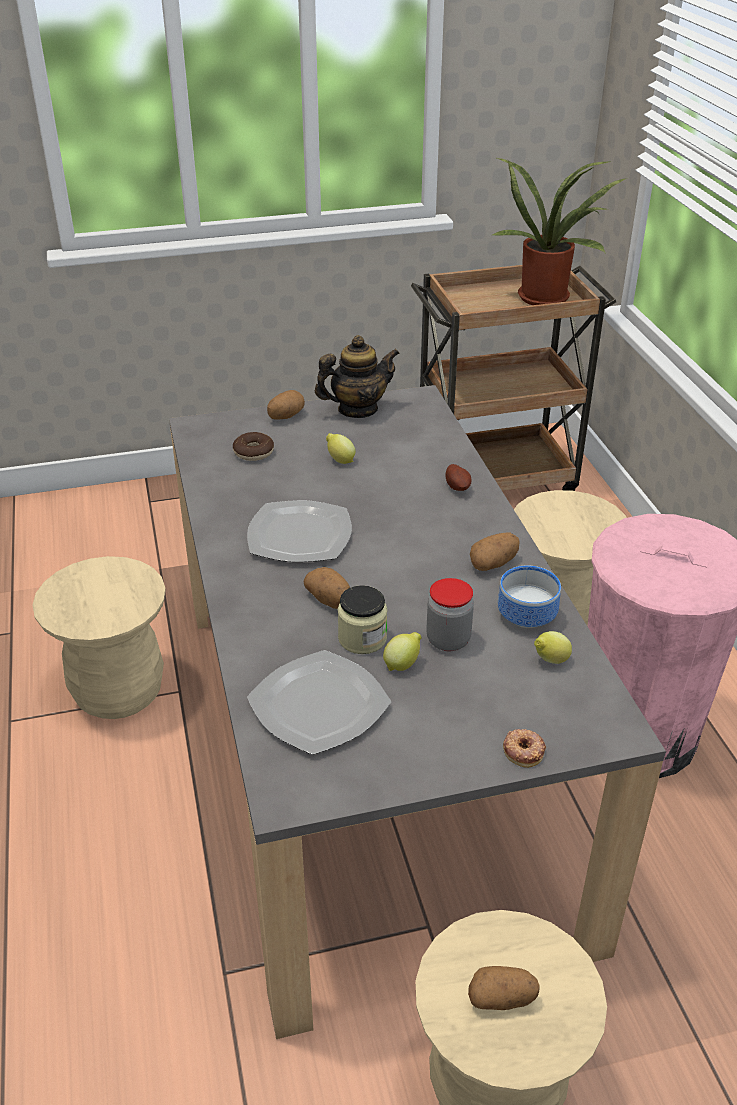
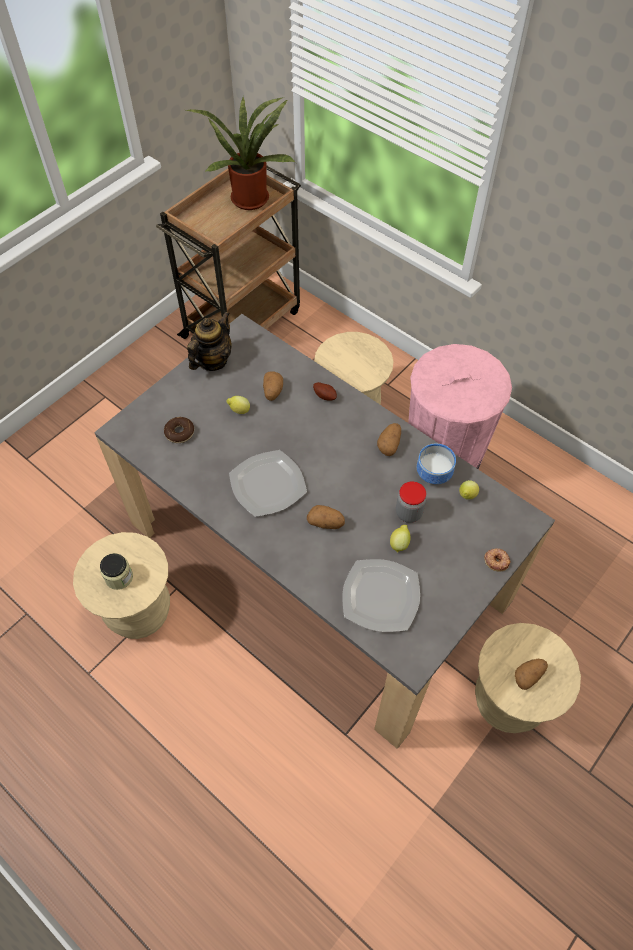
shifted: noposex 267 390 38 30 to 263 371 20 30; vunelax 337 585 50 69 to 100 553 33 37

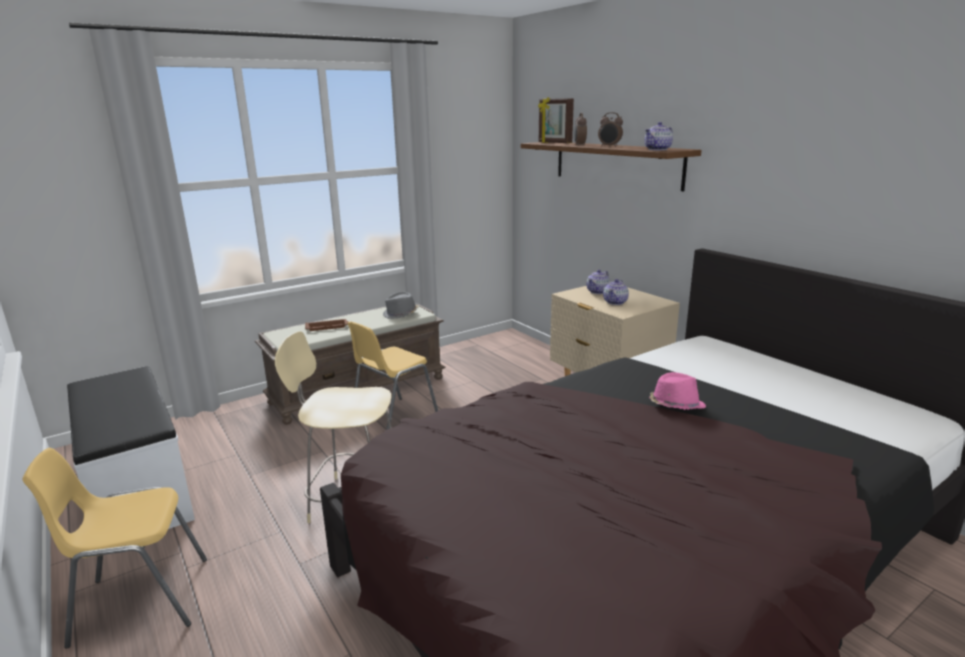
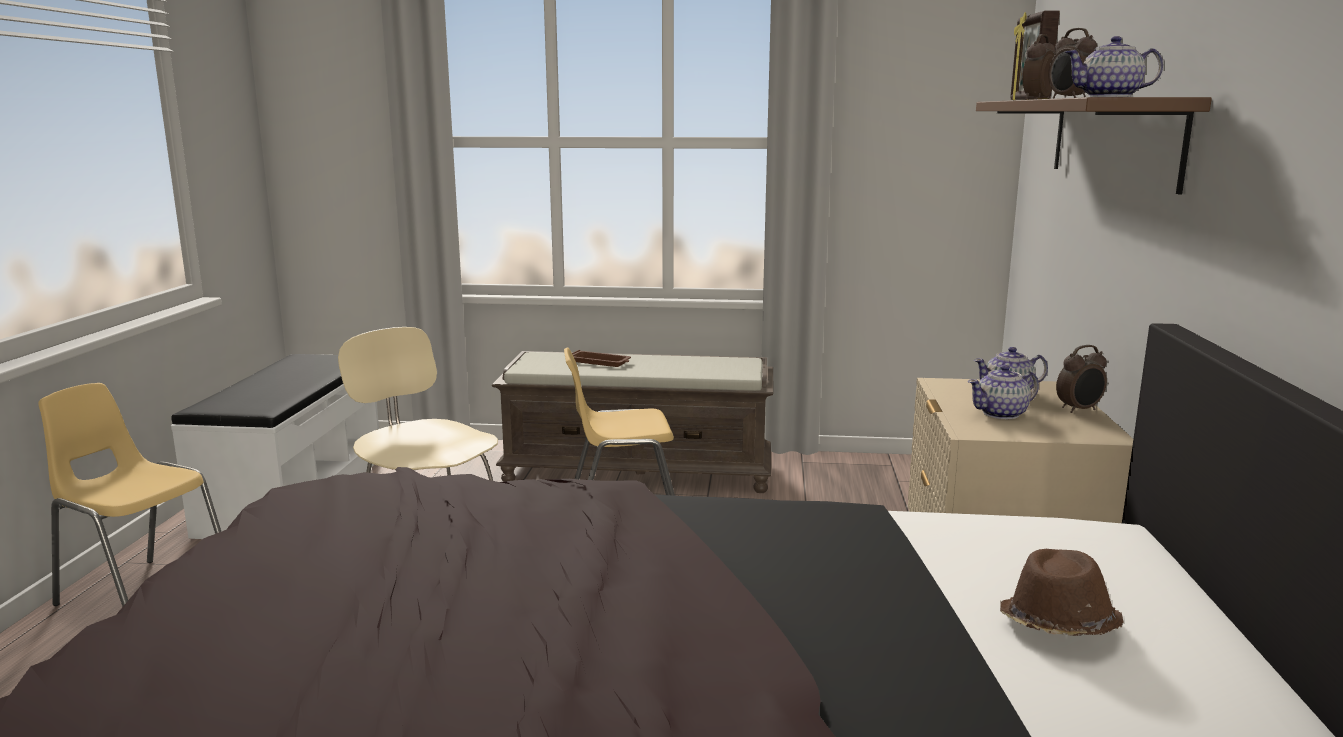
gone: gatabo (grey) 383 292 36 27; gatabo (pink) 649 372 57 38
new: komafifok 1056 345 51 68; gatabo (brown) 1000 549 123 87

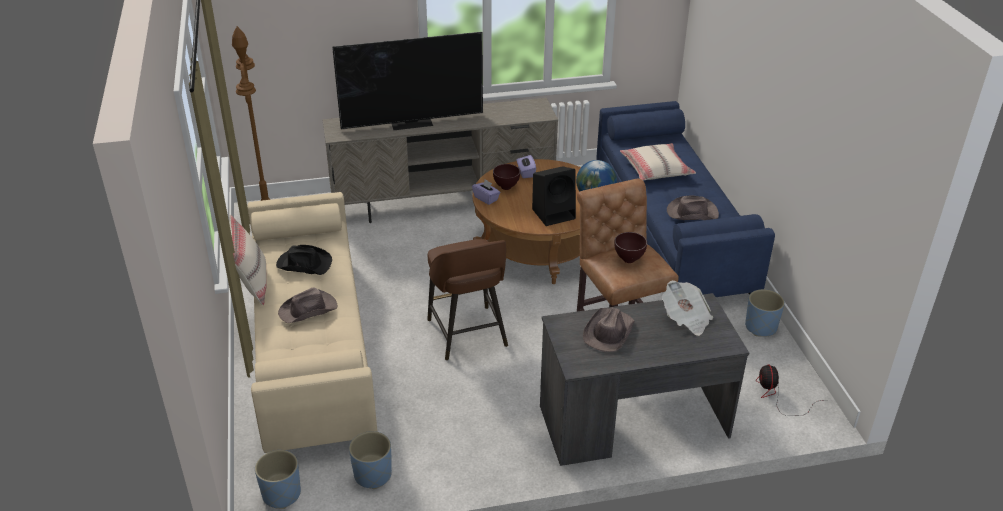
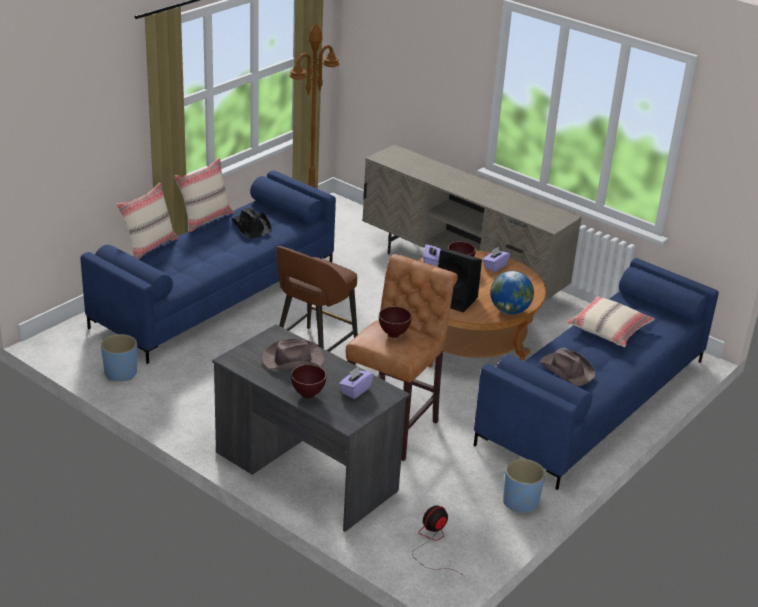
gone: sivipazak 332 32 151 98; gatabo (brown) 278 287 59 36; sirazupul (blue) 255 450 46 59
new: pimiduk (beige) 116 183 62 76; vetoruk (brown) 291 365 35 33
swapped: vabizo 662 280 51 56 to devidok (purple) 339 366 35 33
repainted: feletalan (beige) 247 192 130 261 to feletalan (blue) 80 170 256 194

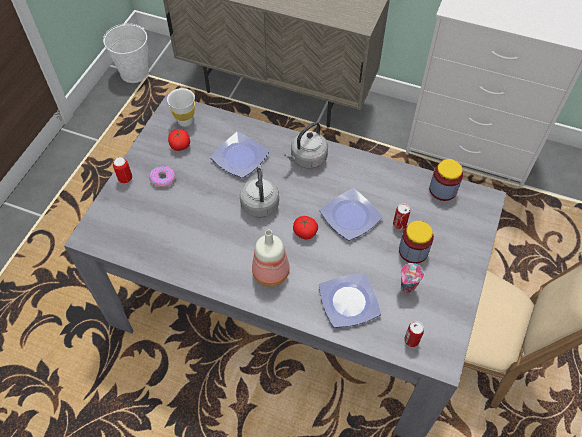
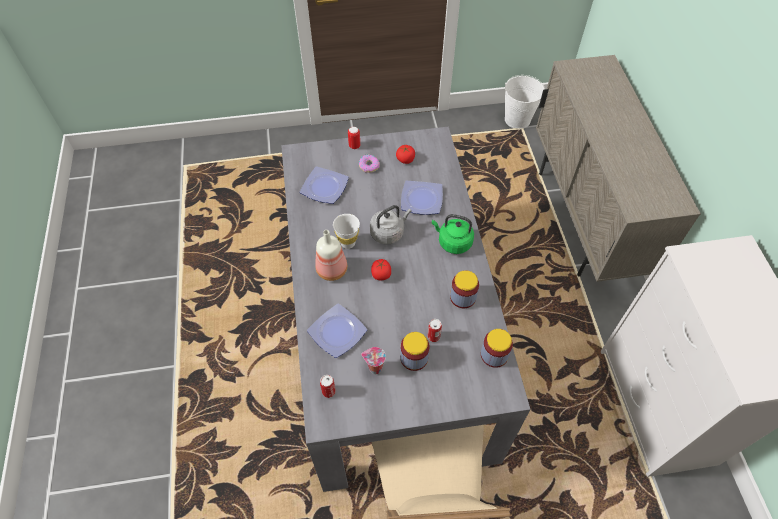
new: vunelax 450 270 29 38
shifted: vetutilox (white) 167 88 28 39 to 333 214 27 35; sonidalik 320 188 63 53 to 300 166 49 38
repainted: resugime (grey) 284 122 44 47 to resugime (green) 432 214 42 40

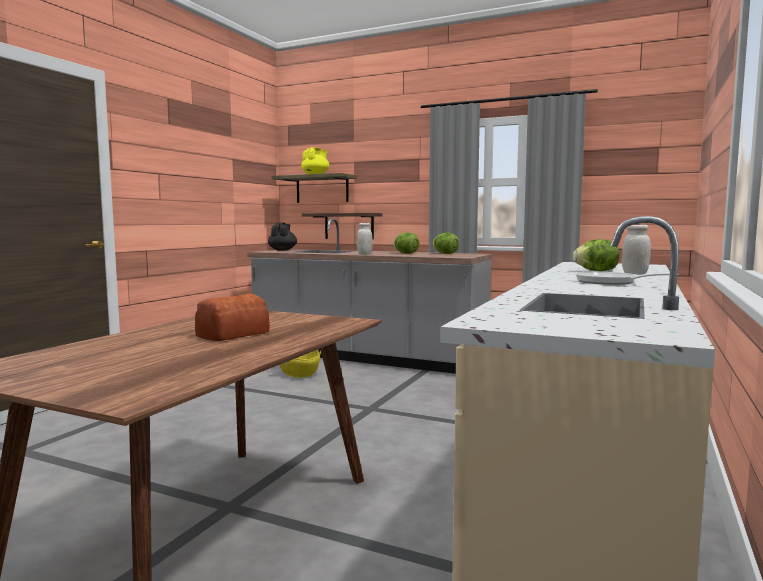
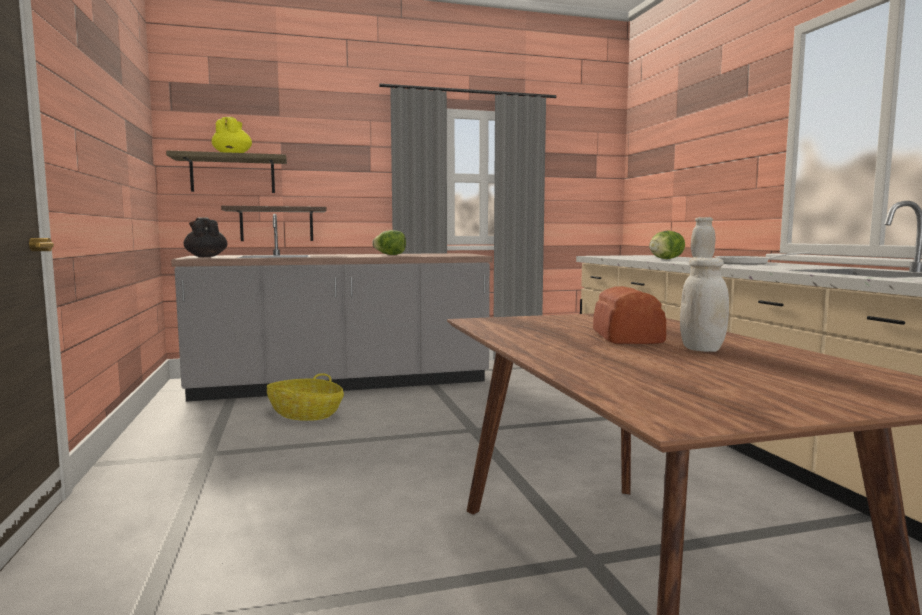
gone: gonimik 432 232 27 22
shifted: vunelax (white) 357 223 16 32 to 680 257 49 95

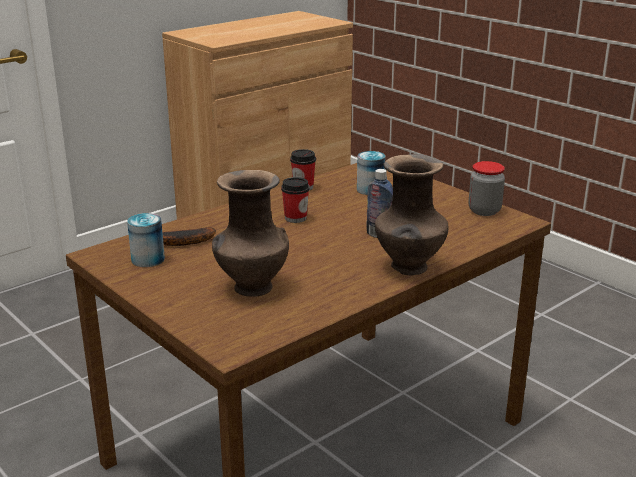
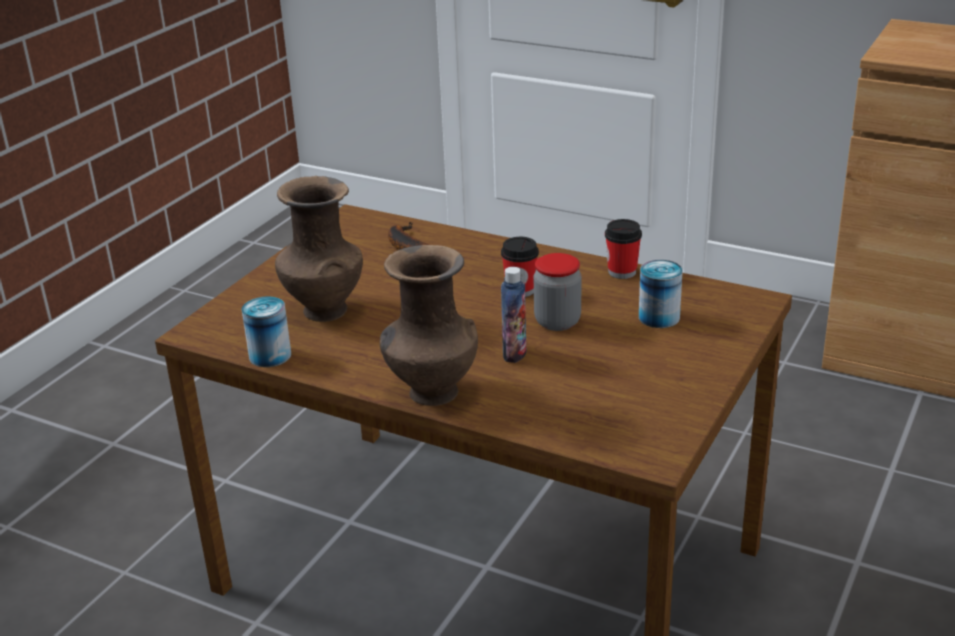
shifted: vunelax 469 161 36 55 to 534 253 48 78; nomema 127 213 38 54 to 241 297 50 70

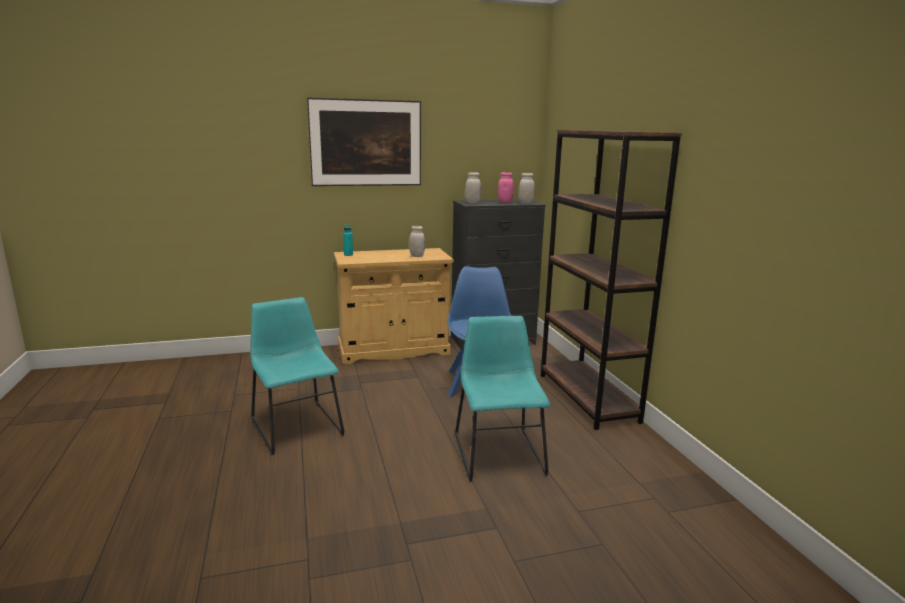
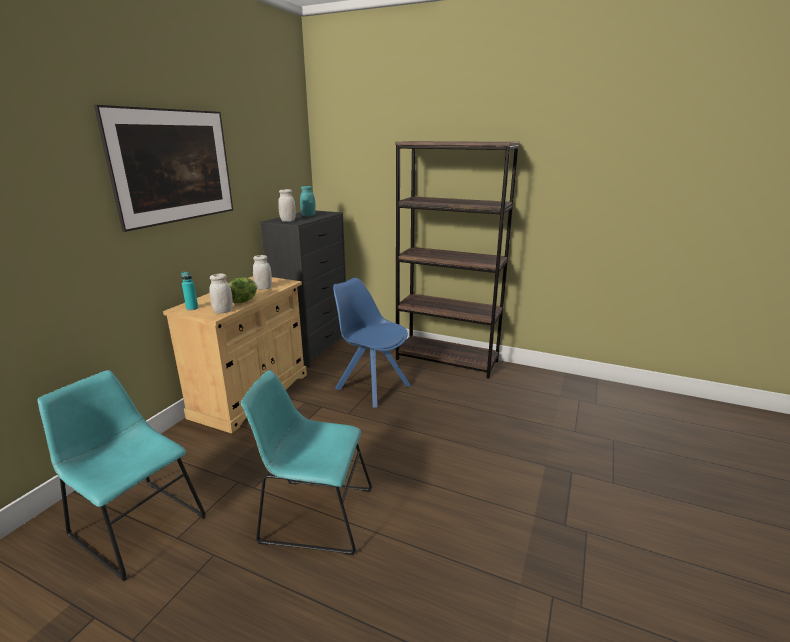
new: gonimik 229 277 28 26
shifted: vunelax (white) 519 173 16 31 to 210 274 23 39; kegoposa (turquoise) 455 316 95 166 to 38 370 168 211
repainted: vunelax (pink) 498 172 16 31 to vunelax (turquoise) 300 186 16 30

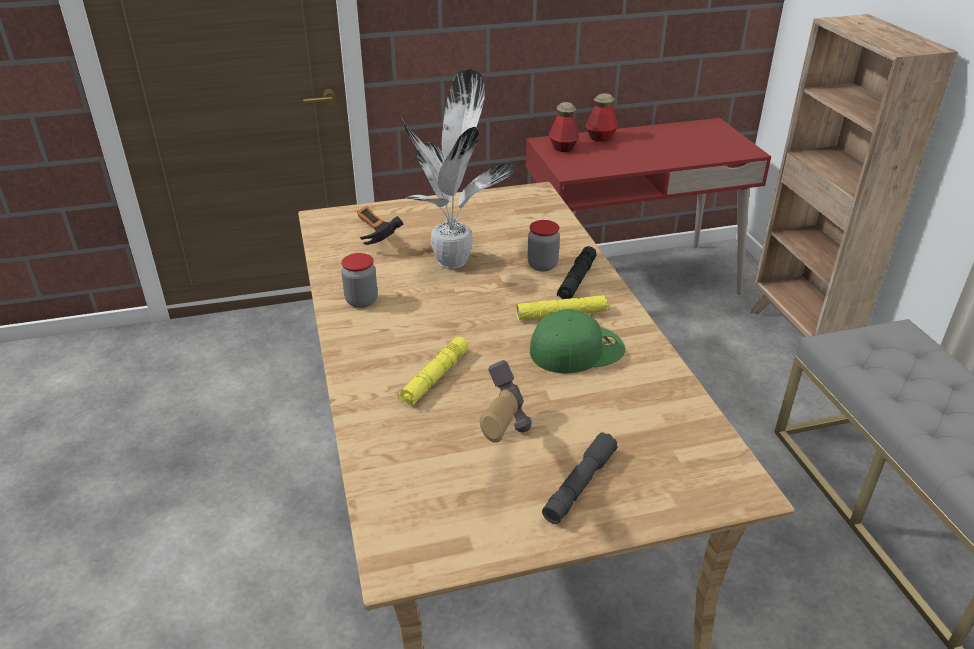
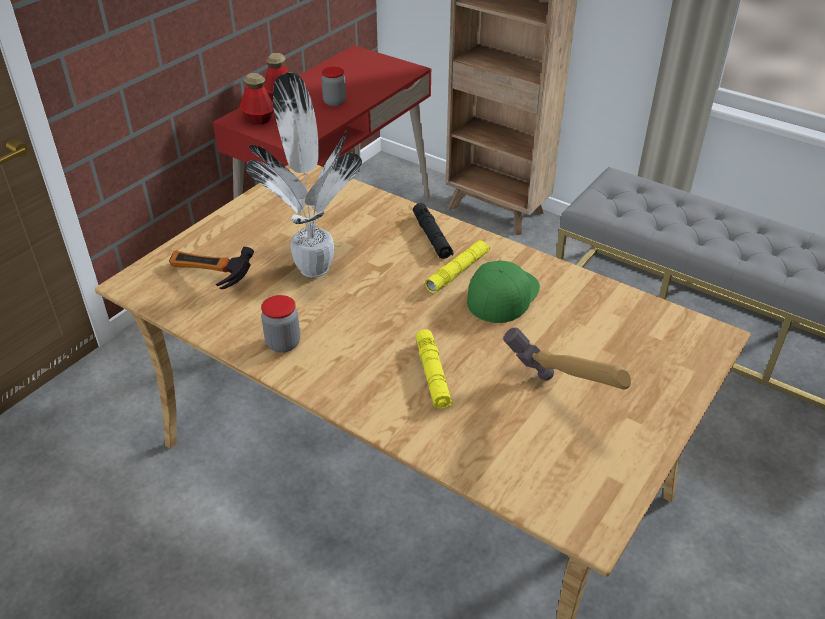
gone: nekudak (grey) 542 432 76 92
shifted: vunelax 528 220 32 51 to 322 67 24 39

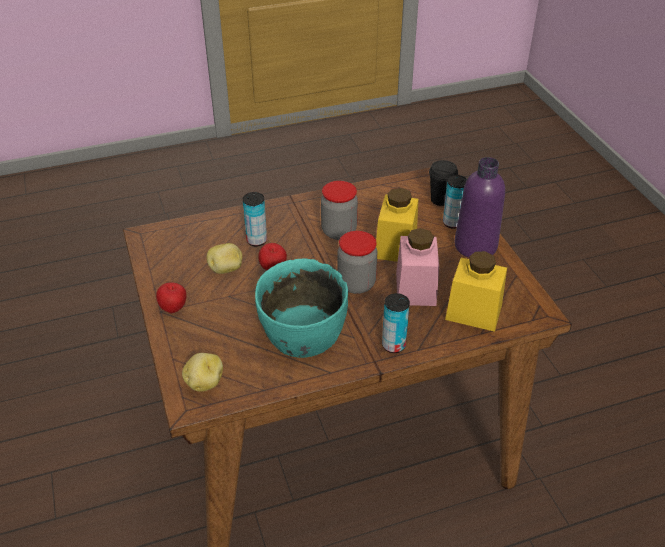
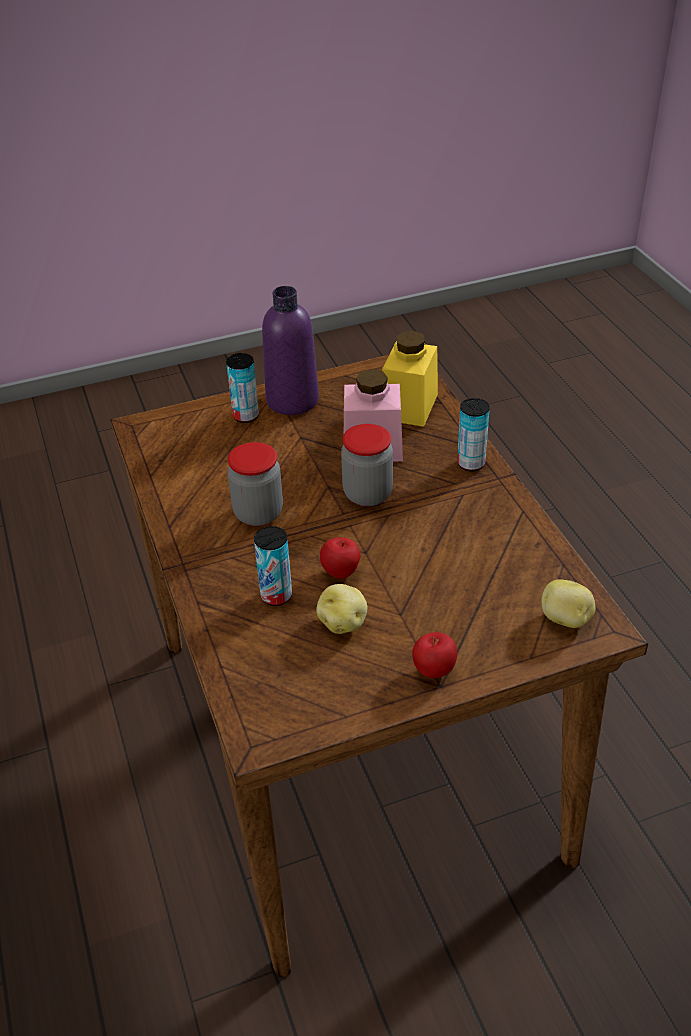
gone: vetutilox (black) 429 160 29 46; vunelax (yellow) 376 188 42 74; vetoruk (turquoise) 255 258 93 100

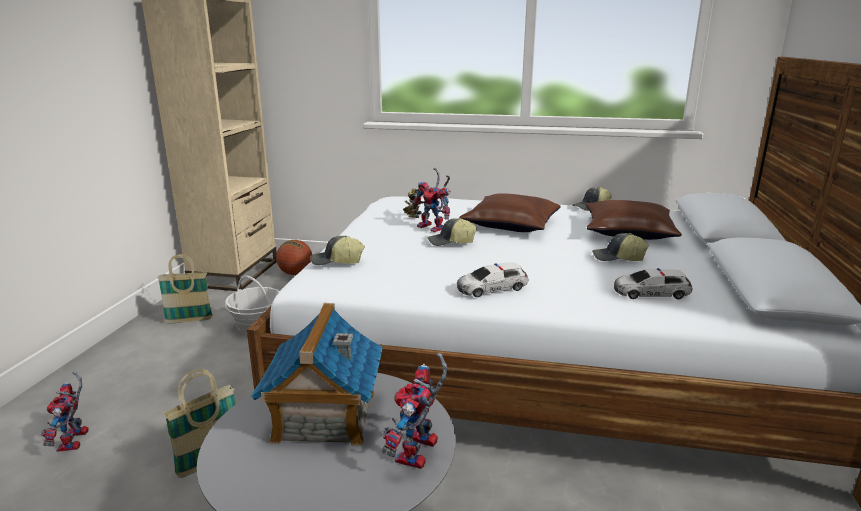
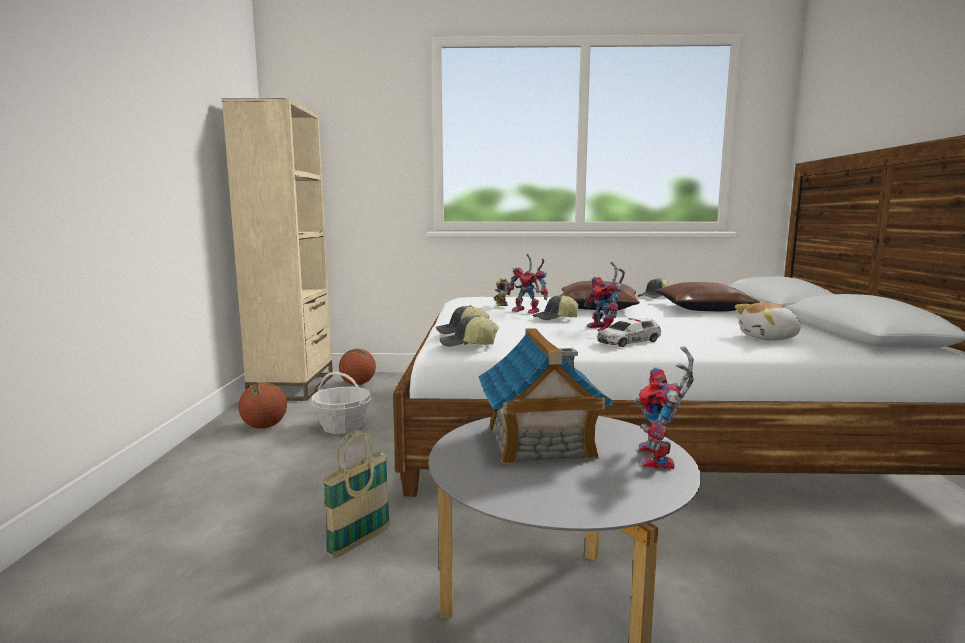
shifted: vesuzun 592 233 57 28 to 439 315 60 32; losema 41 371 48 81 to 583 262 42 70
swapped: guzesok 158 254 55 69 to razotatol 238 383 49 46; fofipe 614 268 79 31 to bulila 735 302 65 38

